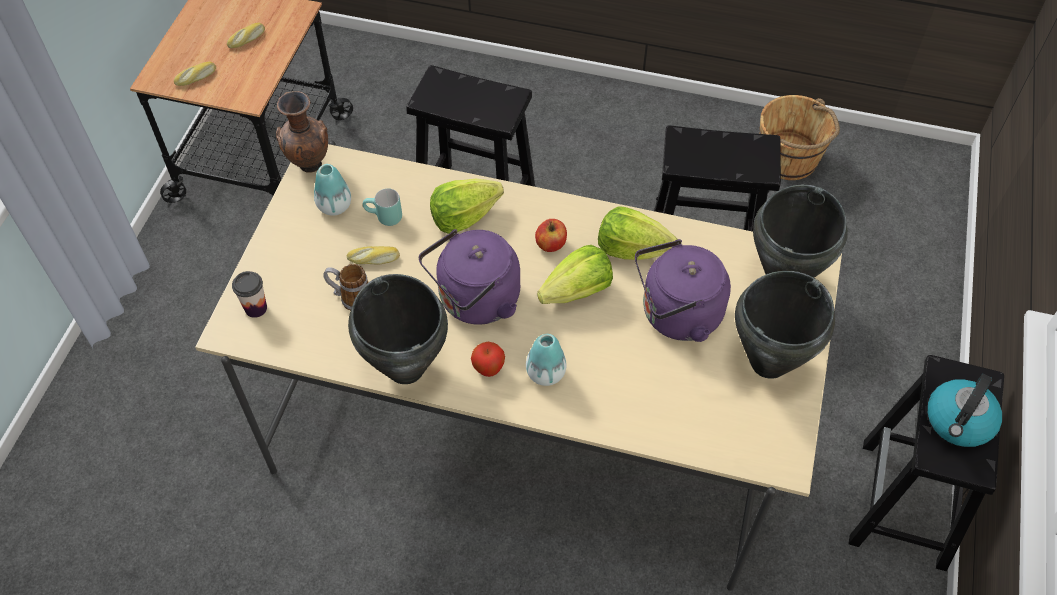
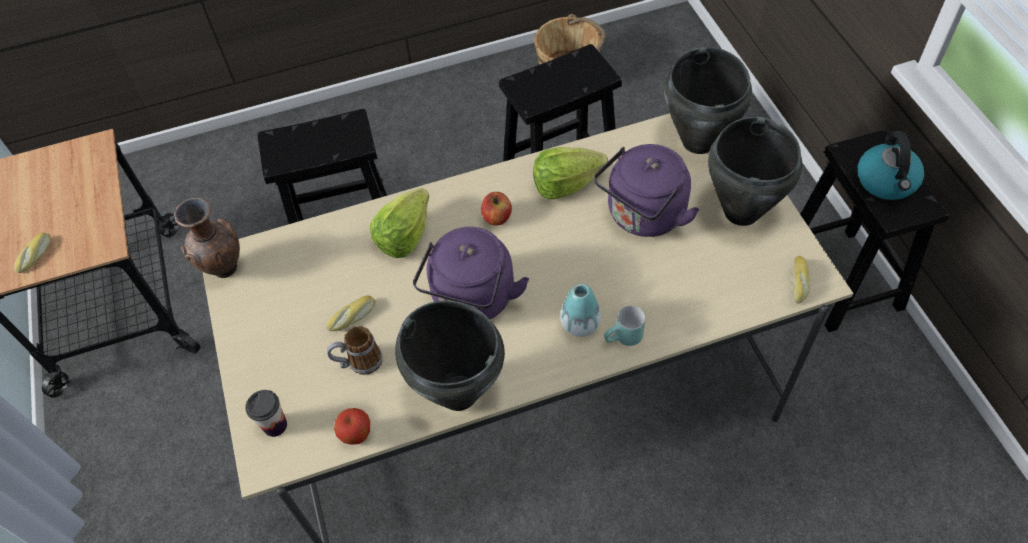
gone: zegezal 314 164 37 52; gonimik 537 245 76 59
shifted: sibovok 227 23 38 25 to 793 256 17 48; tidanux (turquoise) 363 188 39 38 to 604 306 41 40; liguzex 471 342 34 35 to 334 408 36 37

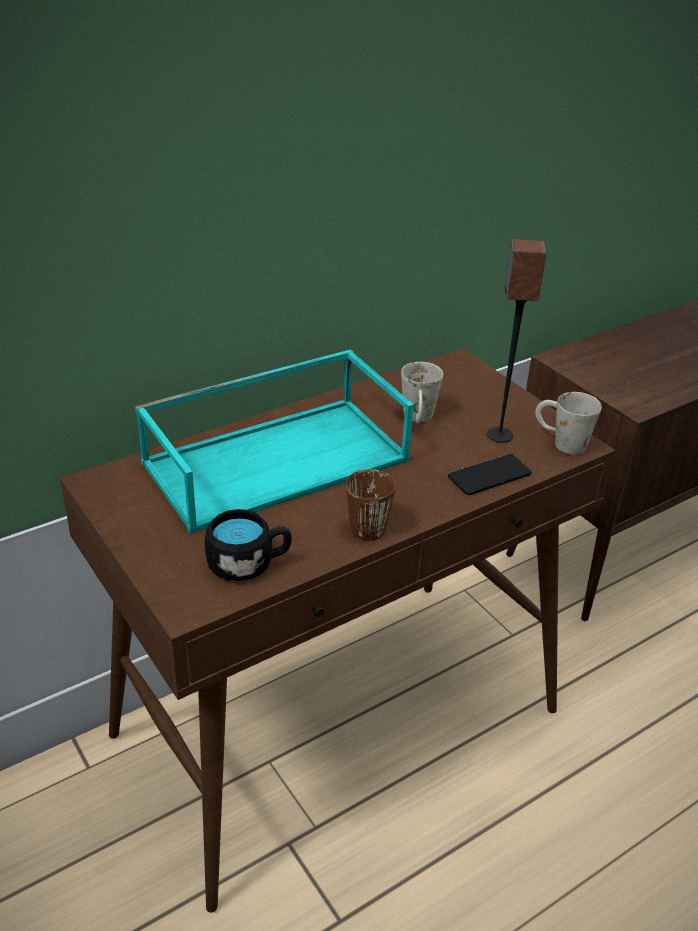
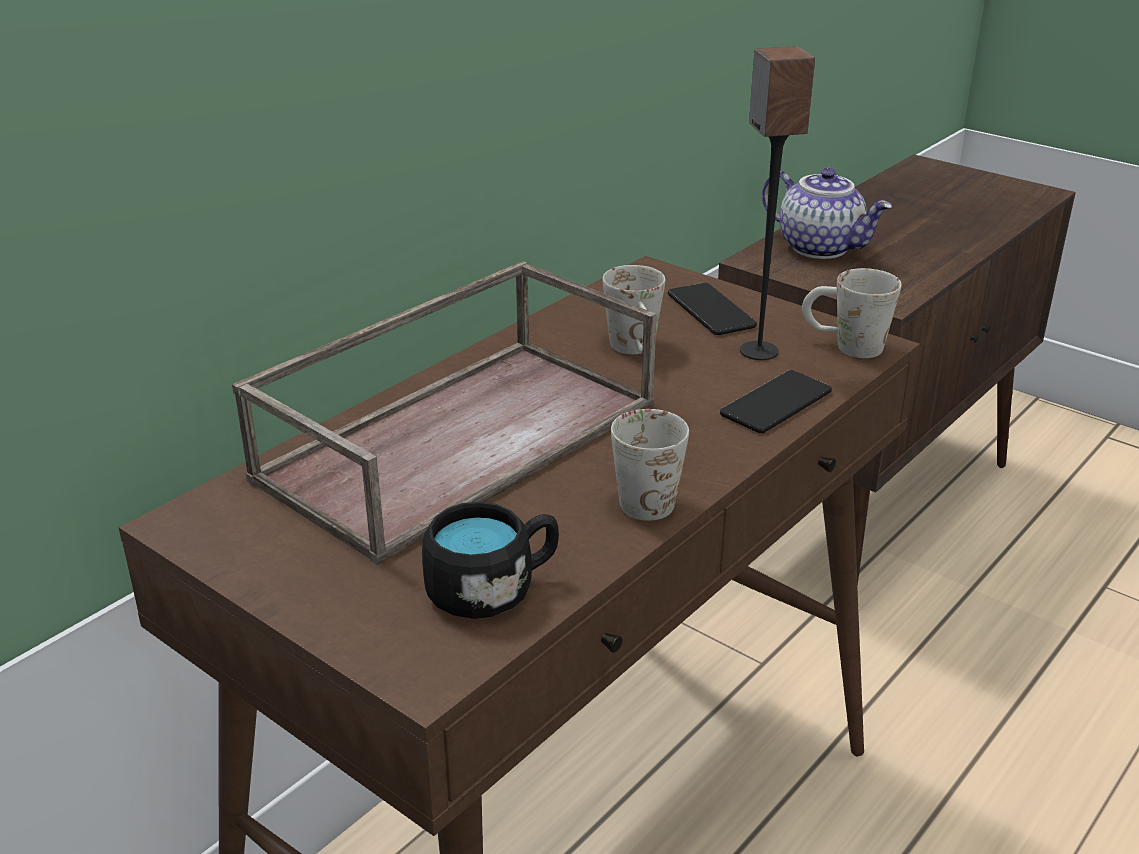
new: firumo 762 167 130 92; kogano 668 283 89 52
repainted: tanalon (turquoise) 135 349 279 185 to tanalon (brown) 232 261 425 304; tidanux (brown) 346 469 50 72 to tidanux (white) 611 409 78 112

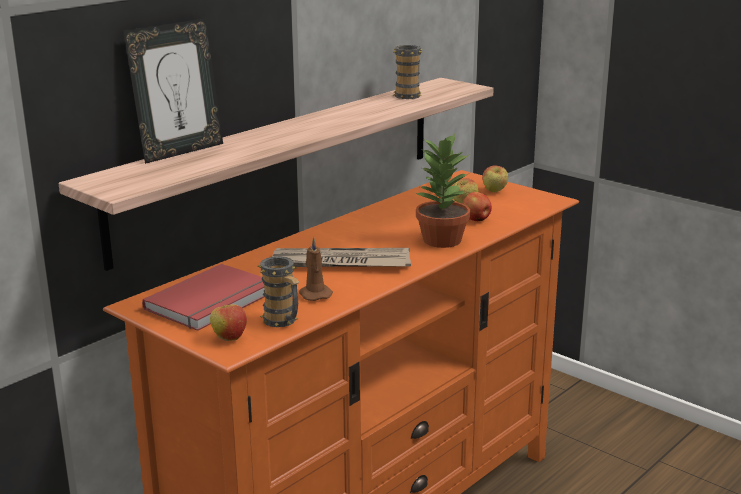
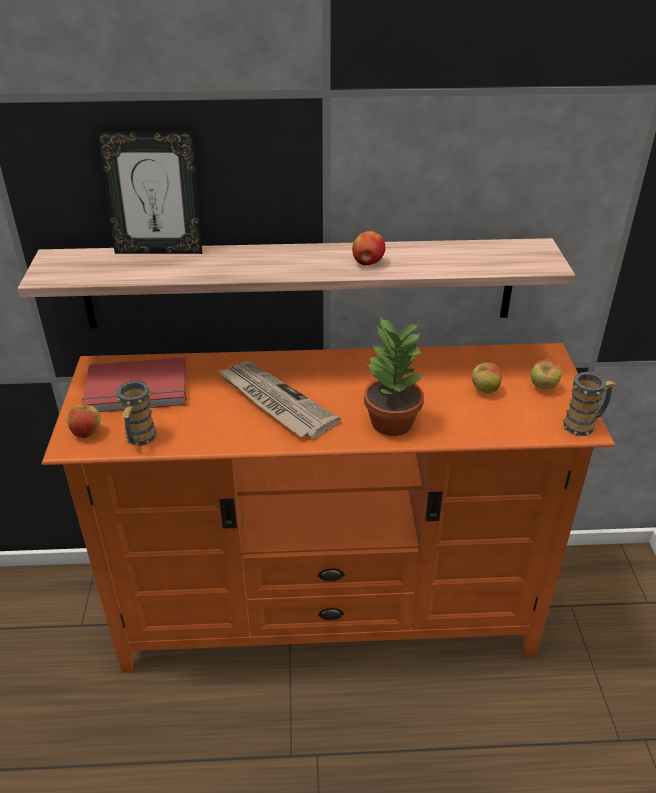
gone: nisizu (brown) 299 237 34 64
shifted: tidanux 393 45 29 54 to 561 372 55 64; liguzex 463 192 29 29 to 352 231 33 34

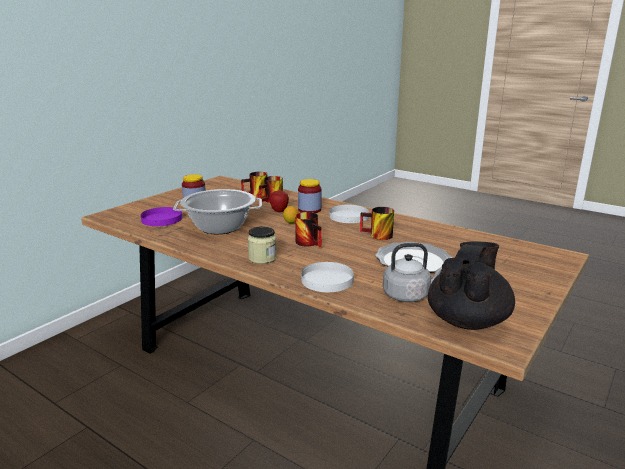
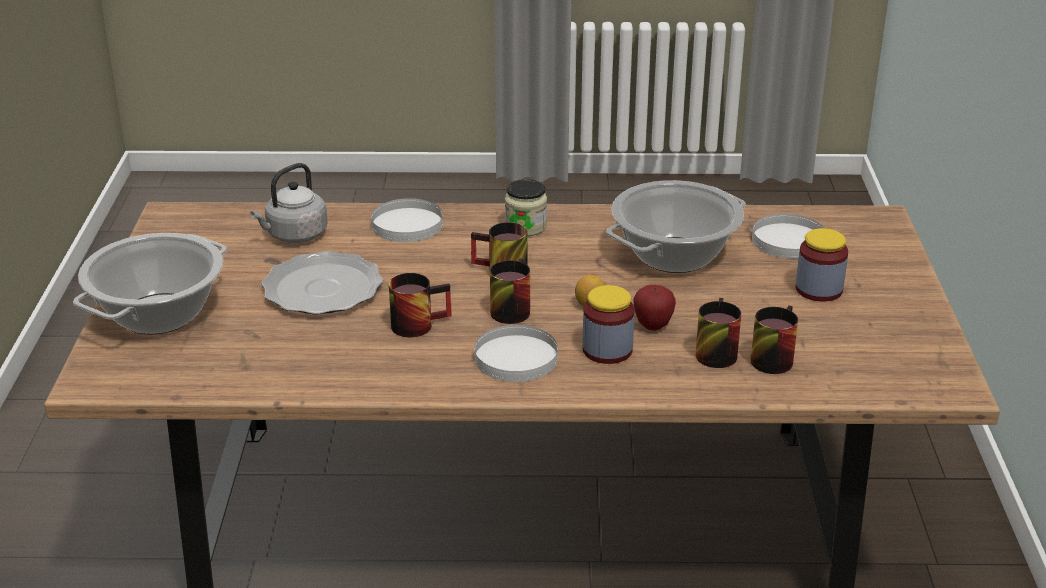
gone: firumo (black) 428 241 87 89
new: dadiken 73 233 154 101; tidanux 490 258 40 66
repainted: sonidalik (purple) 141 207 41 19 to sonidalik (white) 752 214 72 45

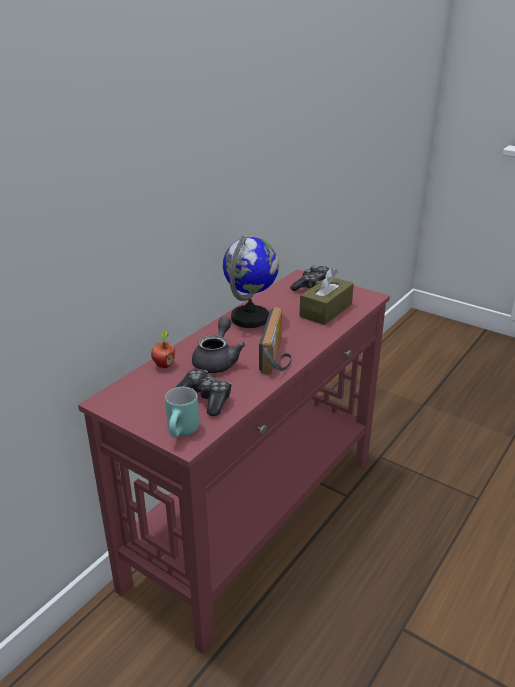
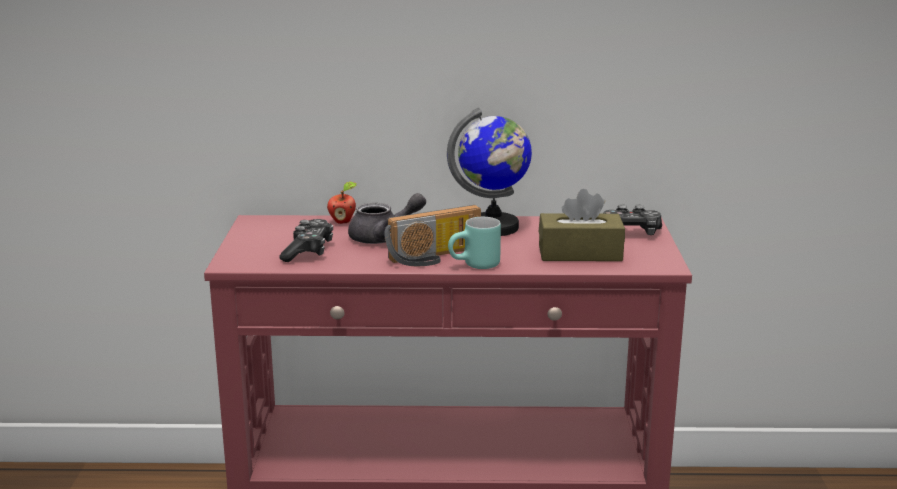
shifted: tidanux (turquoise) 165 387 34 51 to 448 217 53 52

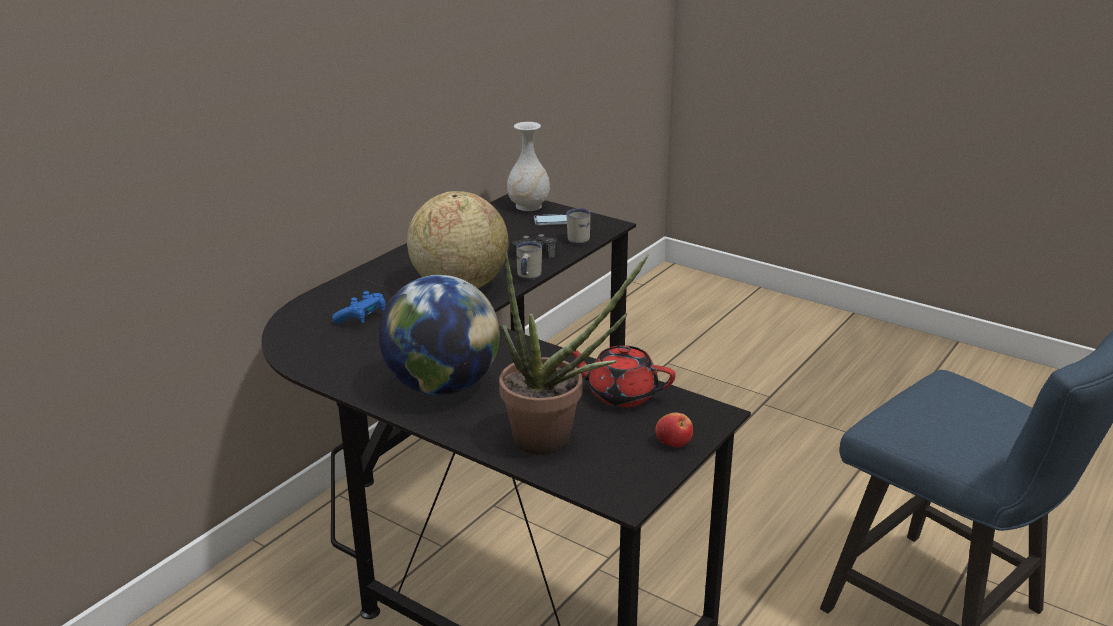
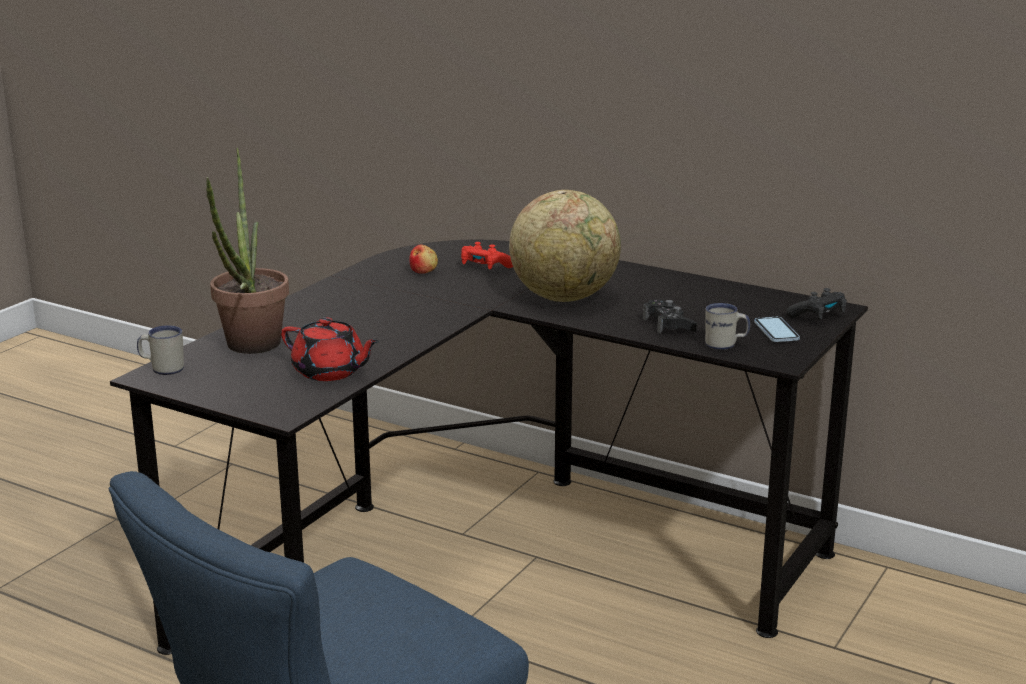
gone: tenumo 379 275 121 120
shifted: tidanux (white) 516 241 26 39 to 137 326 47 49; liguzex 655 413 38 34 to 409 244 29 30
swapped: zegezal (white) 507 122 43 89 to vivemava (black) 787 288 60 31
repainted: vivemava (blue) 332 291 54 33 to vivemava (red) 461 242 52 27
rotated: firumo (red) 572 345 104 62 = 281 317 99 64 105 degrees clockwise

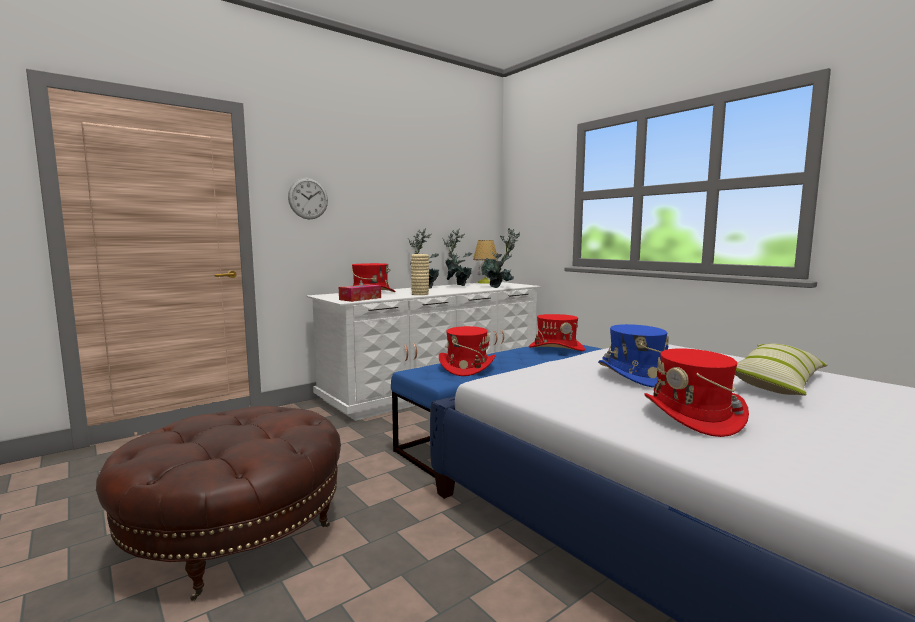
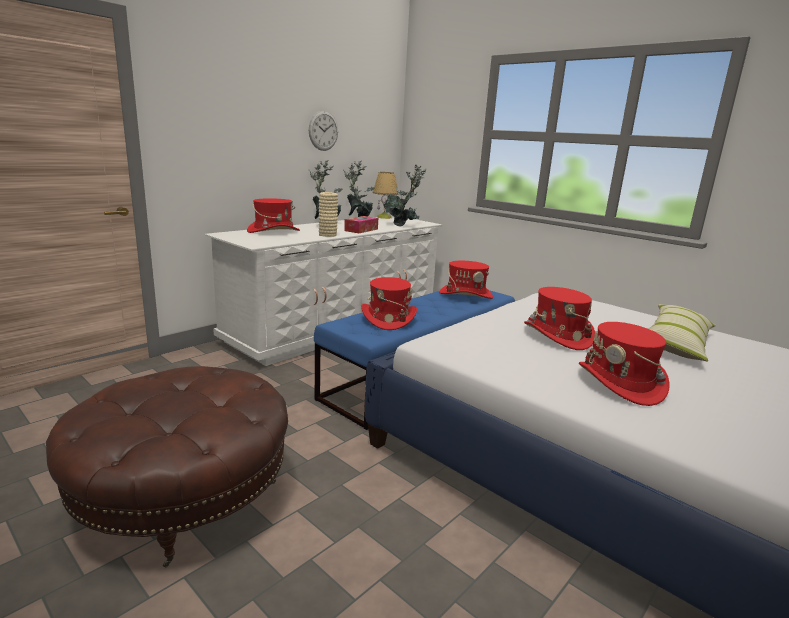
shifted: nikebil 288 178 40 42 to 309 111 29 40; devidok 339 284 42 18 to 344 216 34 17
repainted: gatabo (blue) 598 324 71 63 to gatabo (red) 524 287 71 63

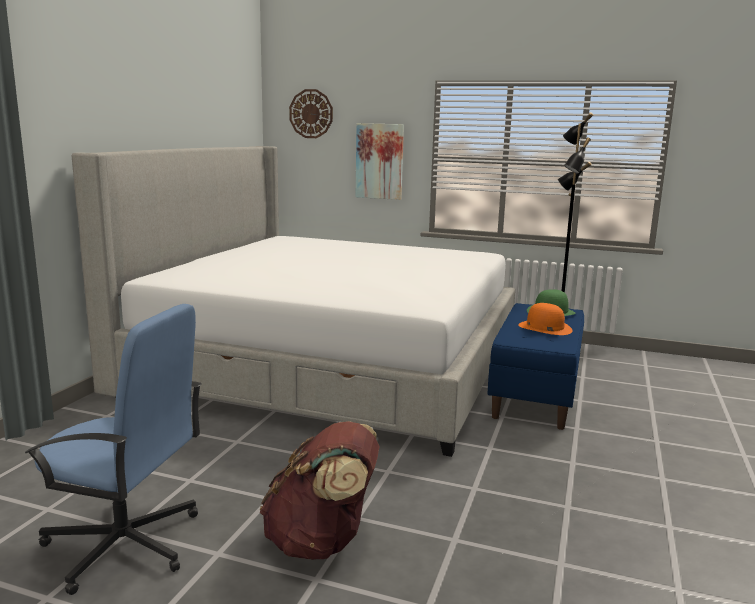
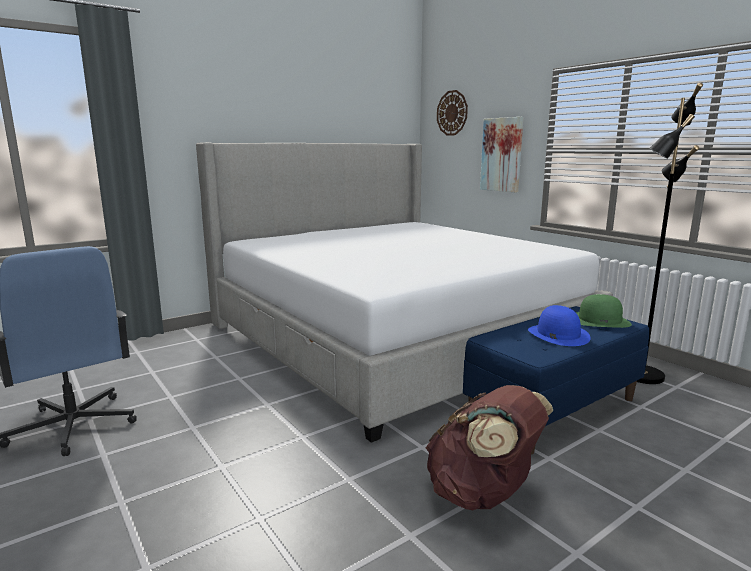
shifted: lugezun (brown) 260 421 120 139 to 426 385 127 125
repainted: gatabo (orange) 518 303 55 32 to gatabo (blue) 528 305 63 41

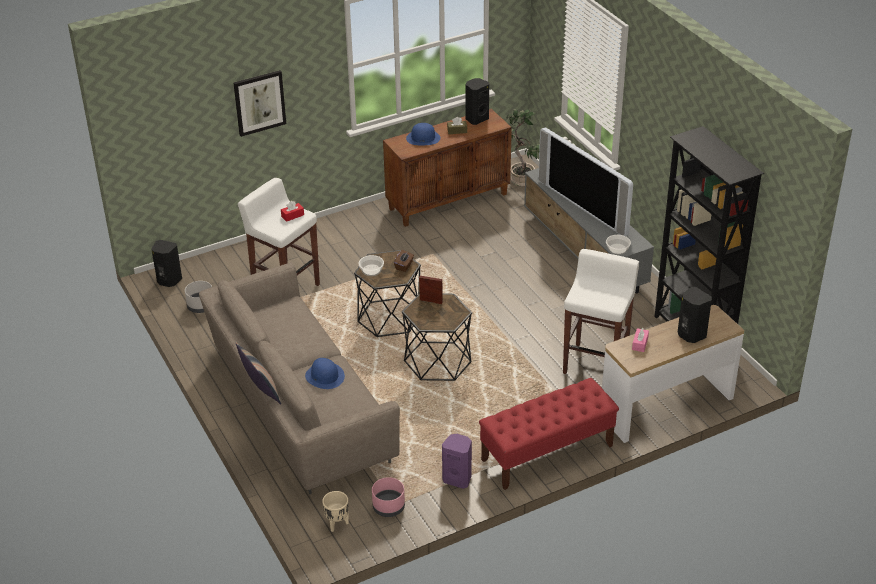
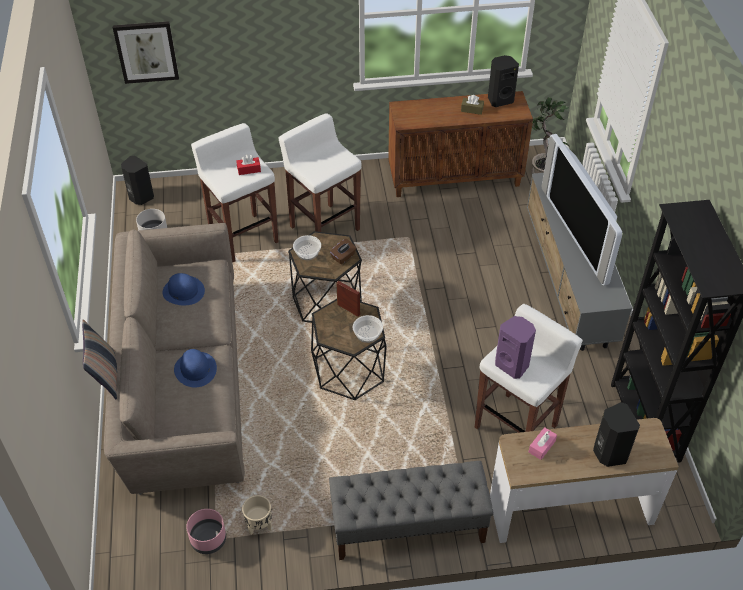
new: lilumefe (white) 278 113 84 119
shifted: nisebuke 233 70 53 67 to 113 21 66 63; gatabo (blue) 406 123 34 22 to 162 273 43 32; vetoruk 606 235 25 20 to 353 315 30 28; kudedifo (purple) 442 434 30 55 to 495 316 41 63; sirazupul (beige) 322 491 27 41 to 242 495 30 40
repainted: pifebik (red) 479 378 140 112 to pifebik (grey) 329 461 165 99

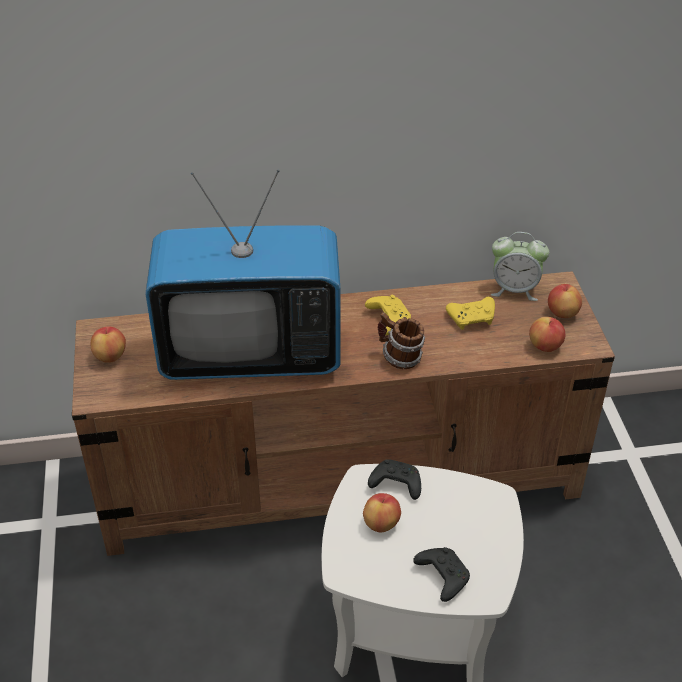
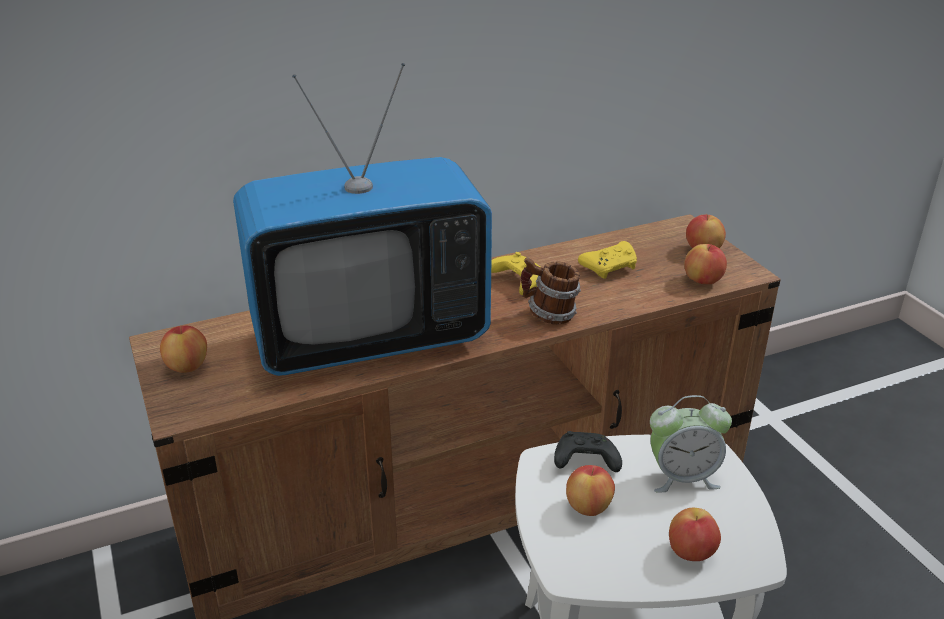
shifted: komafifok 491 232 58 69 to 650 395 82 97
swapped: vivemava (black) 413 547 57 55 to liguzex 669 508 52 53

